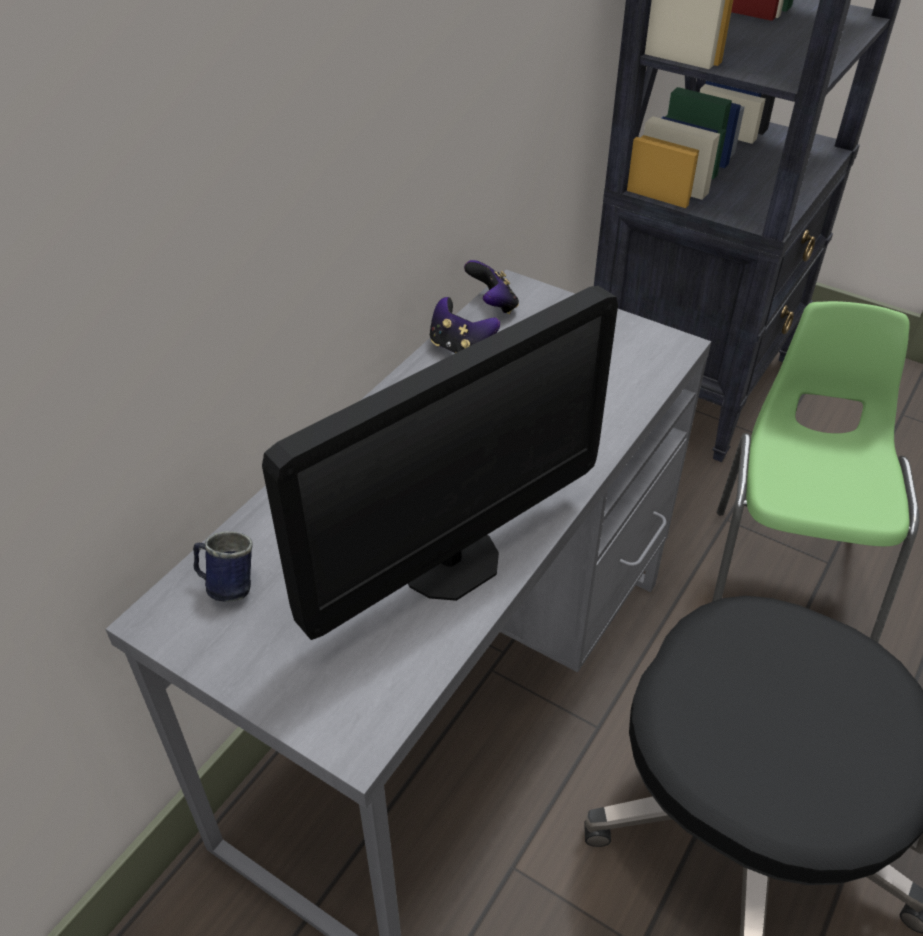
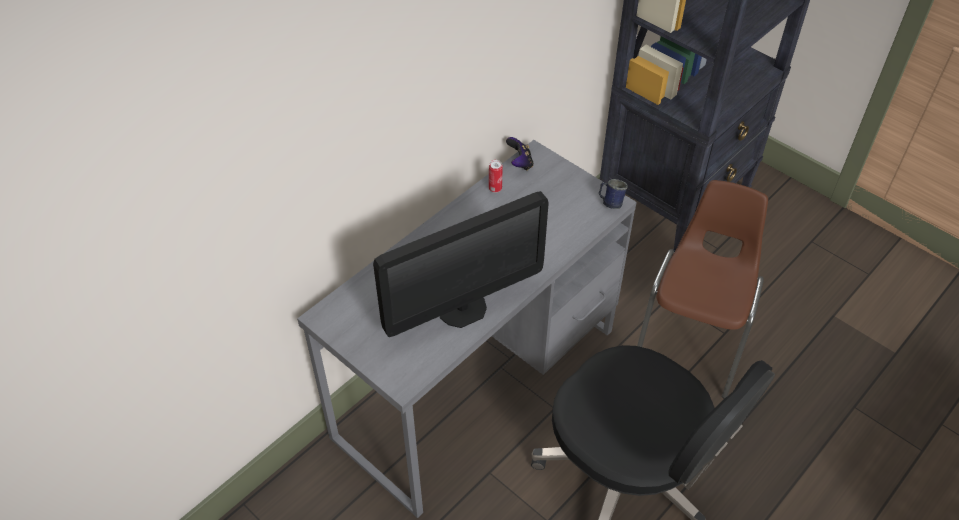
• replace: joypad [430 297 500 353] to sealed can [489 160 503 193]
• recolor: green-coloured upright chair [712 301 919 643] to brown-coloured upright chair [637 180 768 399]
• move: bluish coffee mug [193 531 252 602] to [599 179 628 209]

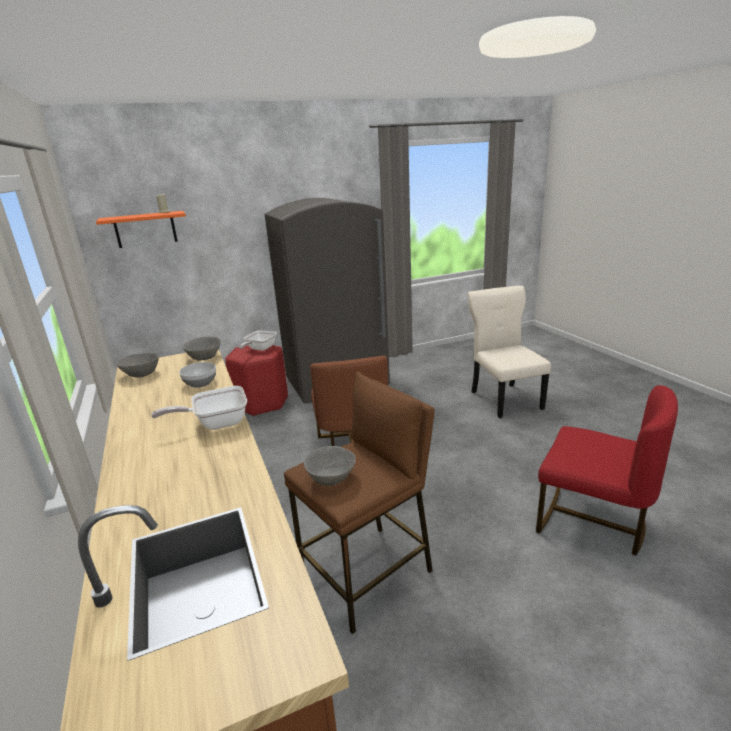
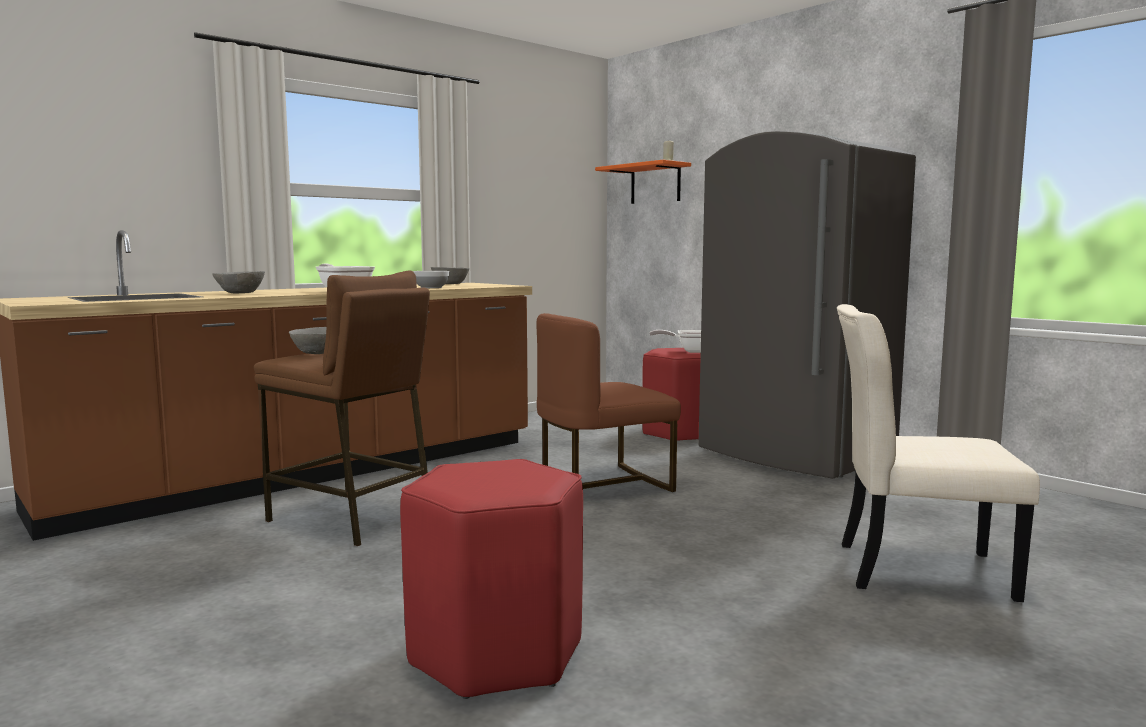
• rotate: beige-coloured upright chair [468 286 551 418] = [837 304 1040 602] 135 degrees counterclockwise
• move: greyish serving bowl [182 337 221 360] to [212 271 265 293]
• replace: red-coloured upright chair [536 385 678 556] to red-coloured stool seat [400 459 583 699]

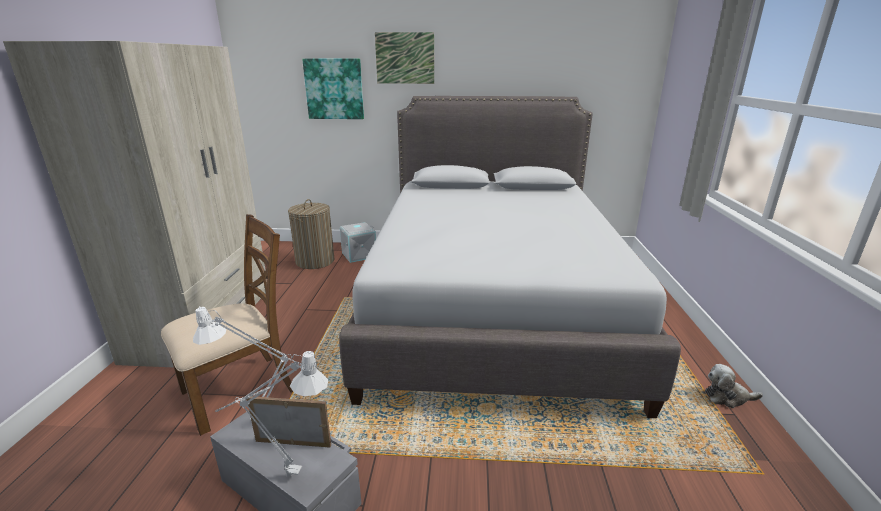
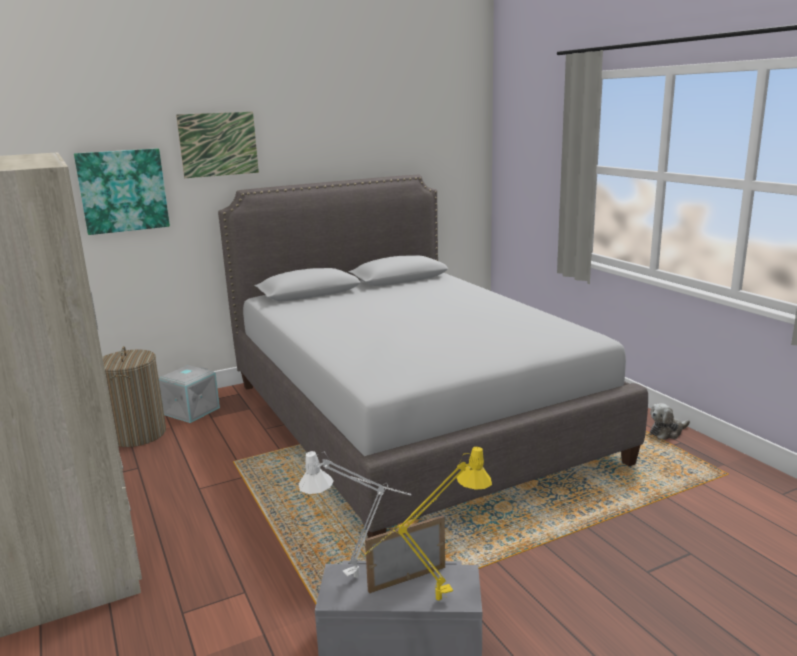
• delete: brown-coloured upright chair [161 214 293 436]
• recolor: greyish table lamp [215 351 328 477] to yellow-coloured table lamp [365 446 492 601]

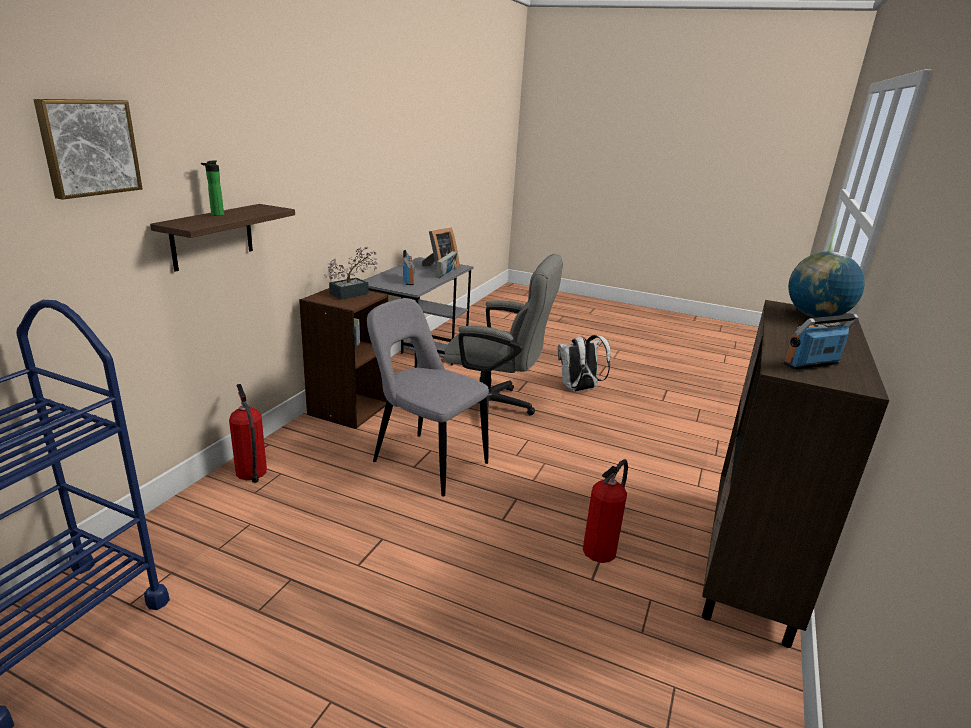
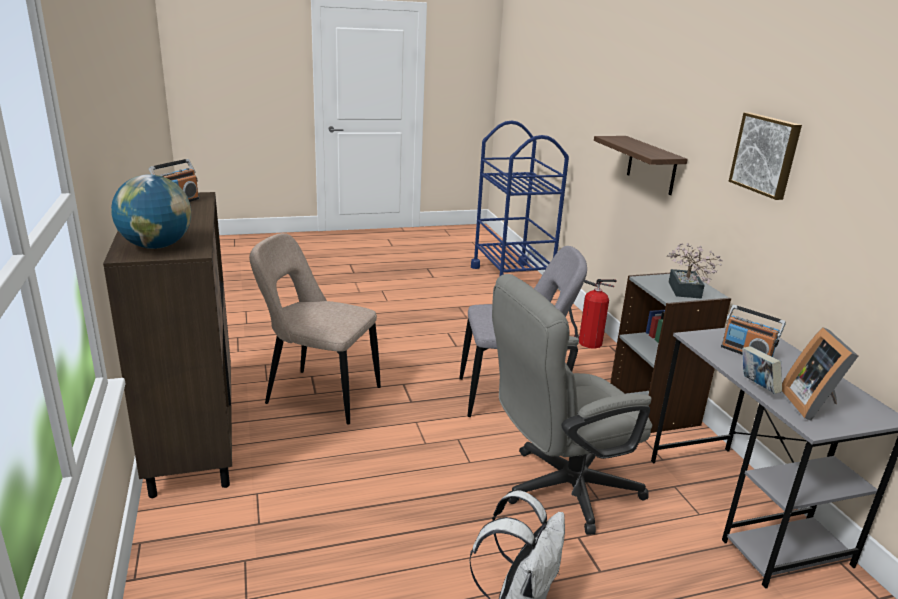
• move: wall art [33 99 143 200] to [729 113 802 200]
• delete: drink bottle [201 161 224 216]
• recolor: brown-coloured bookcase [299 288 388 429] to greyish bookcase [610 273 731 433]
• replace: fire-fighting cylinder [583 459 628 563] to beige-coloured upright chair [249 233 381 425]

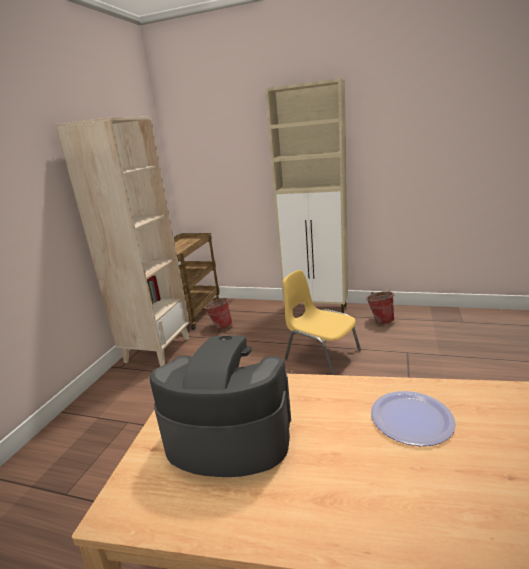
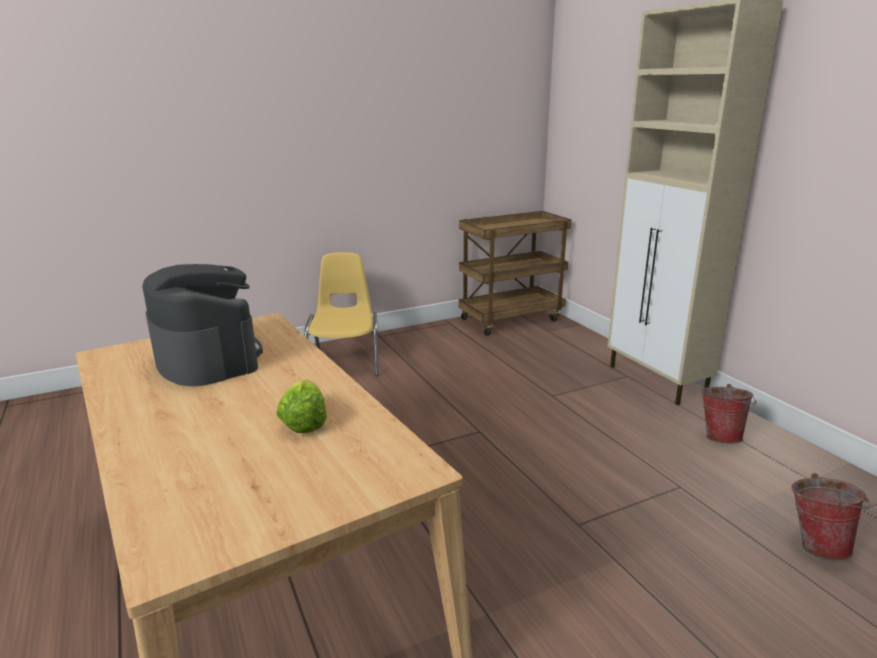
• delete: beige-coloured bookcase [55 117 189 367]
• move: yellow-coloured upright chair [283 270 361 375] to [304 252 379 376]
• move: water bucket [204 298 233 330] to [791 473 870 560]
• replace: flat dish [371 391 456 446] to lettuce head [276 379 327 433]

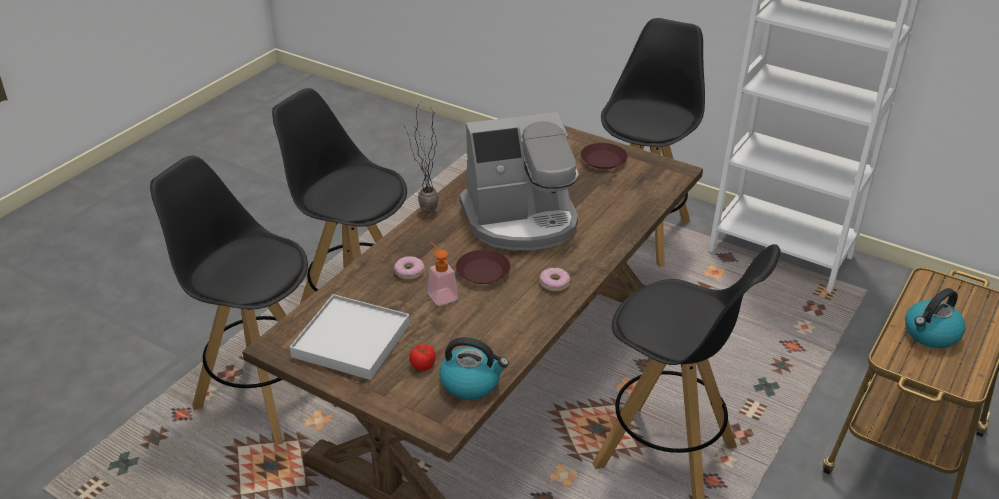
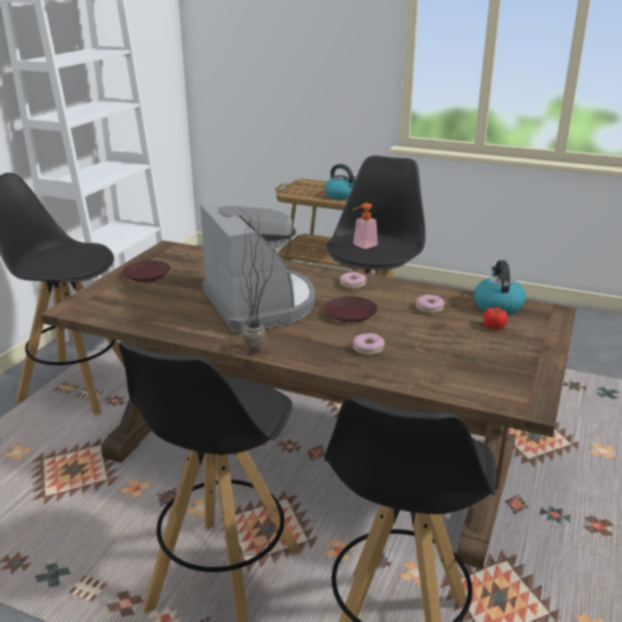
• move: liquid soap bottle [428 242 458 306] to [353 203 378 249]
• delete: white-coloured tray [290 294 410 380]
• insert: ring doughnut [416 294 444 314]

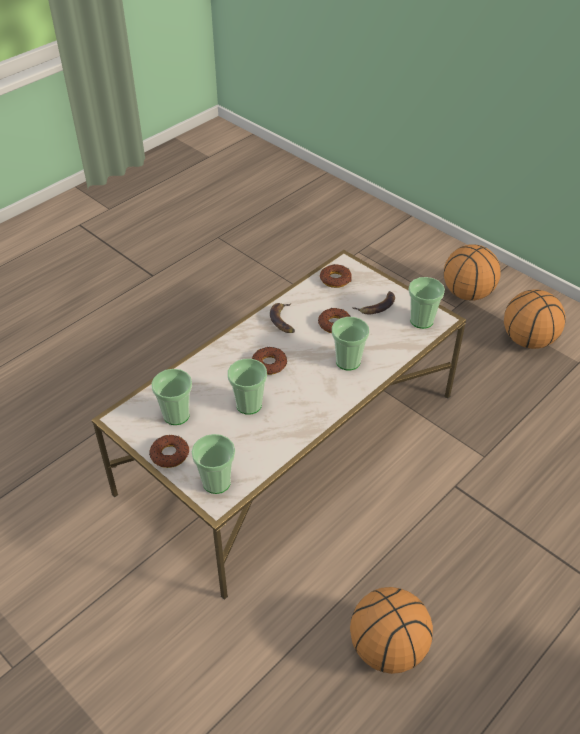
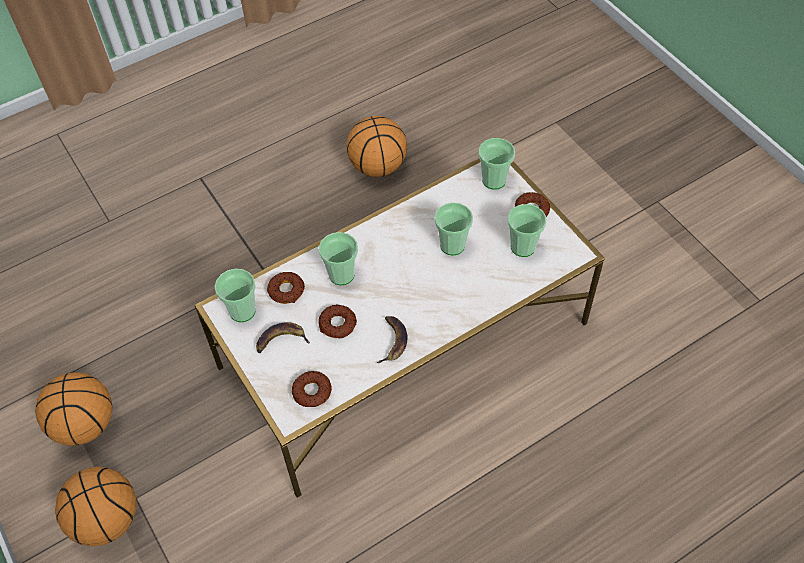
• move: ring doughnut [252 347 287 375] to [267 272 305 304]

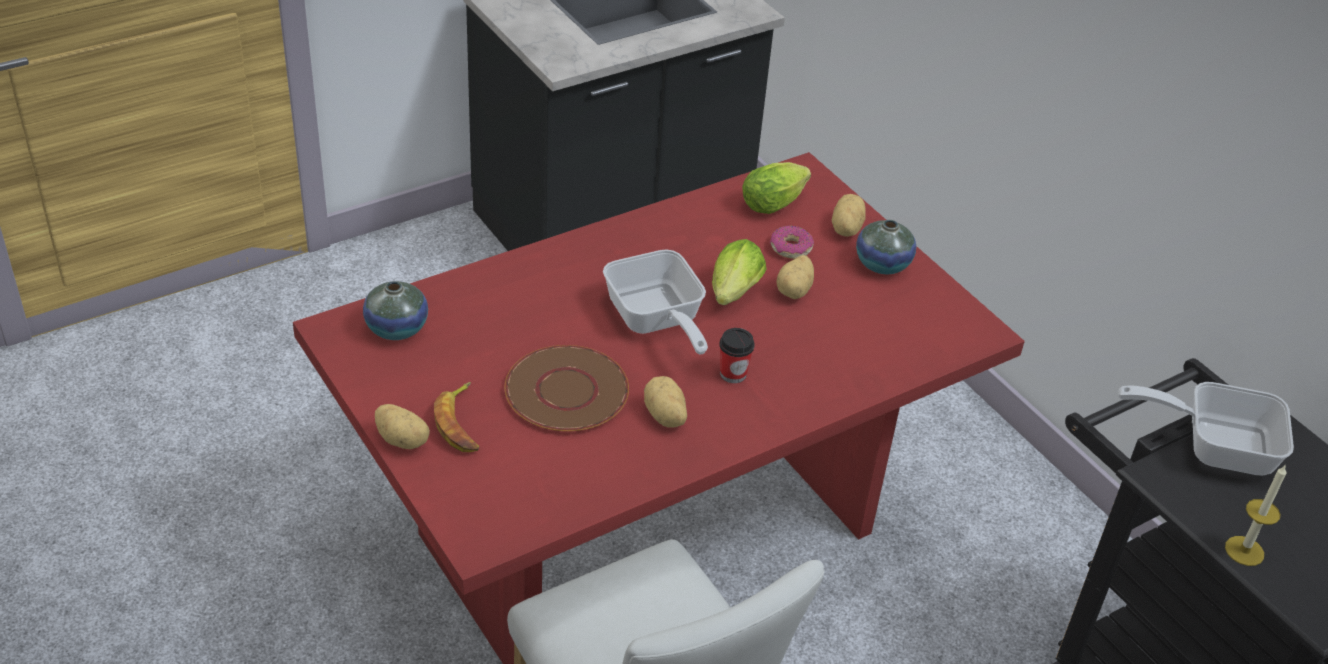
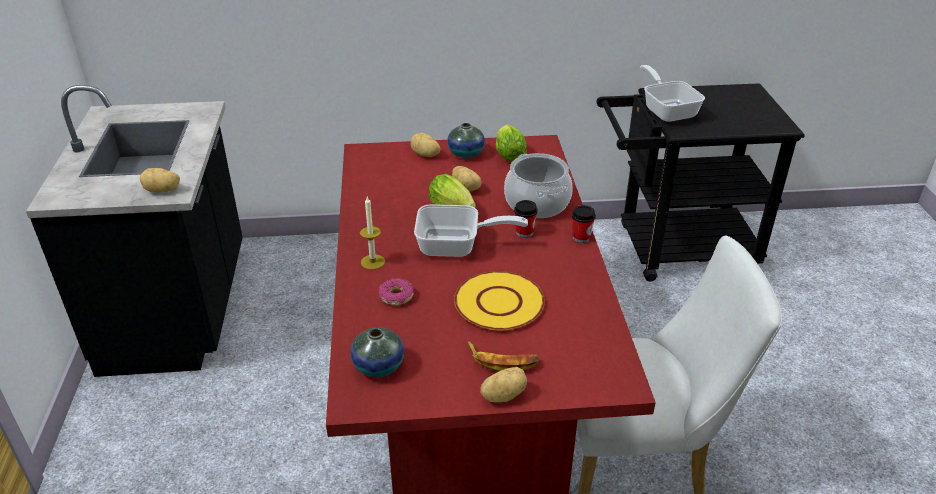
• move: lettuce head [742 162 811 214] to [496 125 527 162]
• move: ring doughnut [770 226 814 259] to [379 278 414 305]
• recolor: brown-coloured flat dish [505 345 629 431] to yellow-coloured flat dish [454 271 545 330]
• move: spud [644 376 687 428] to [140 168 180 193]
• rotate: pan [1119 382 1294 475] = [640 65 705 122] 120 degrees clockwise
• move: wax candle [1225 464 1286 566] to [360 197 385 270]
• insert: stockpot [504 153 573 218]
• insert: drinking cup [572 205 596 243]

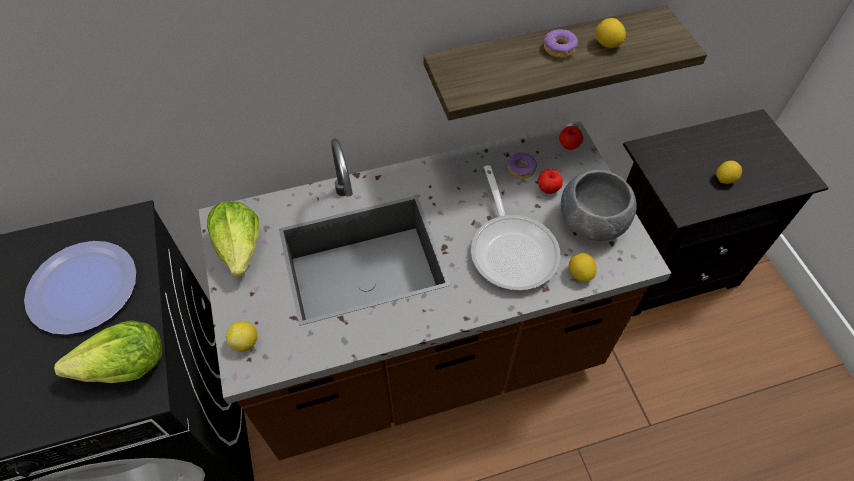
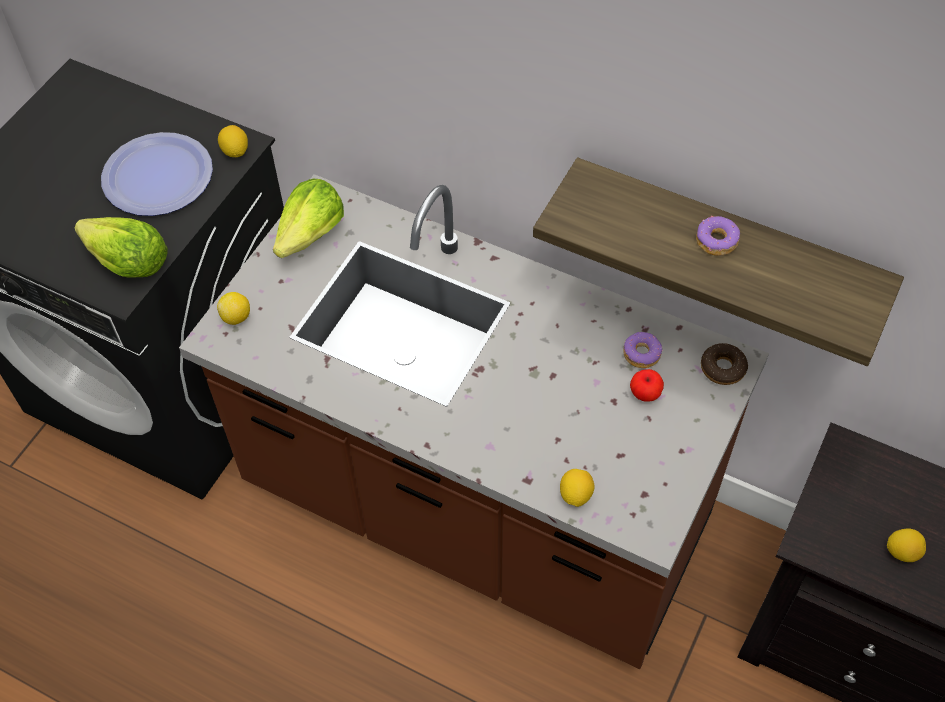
• move: lemon [595 18 626 48] to [218 125 248 157]
• replace: whole apple [559 126 583 150] to ring doughnut [701 343 748 385]
• delete: pan [471 165 560 290]
• delete: greyish serving bowl [561 170 637 241]

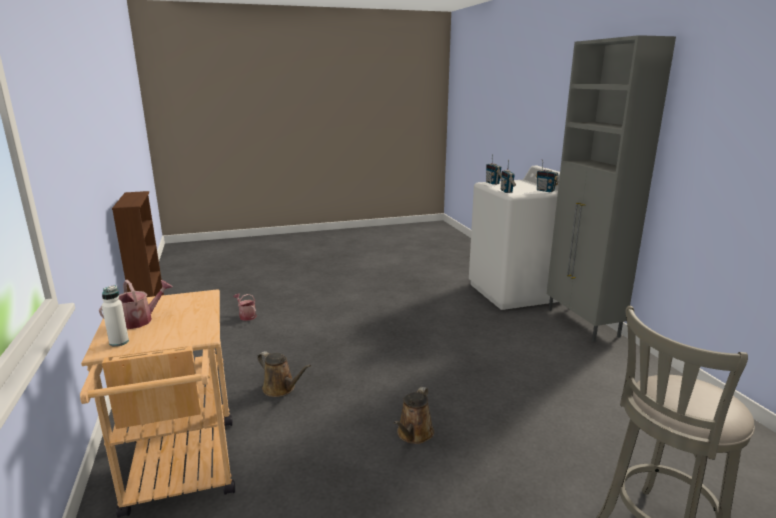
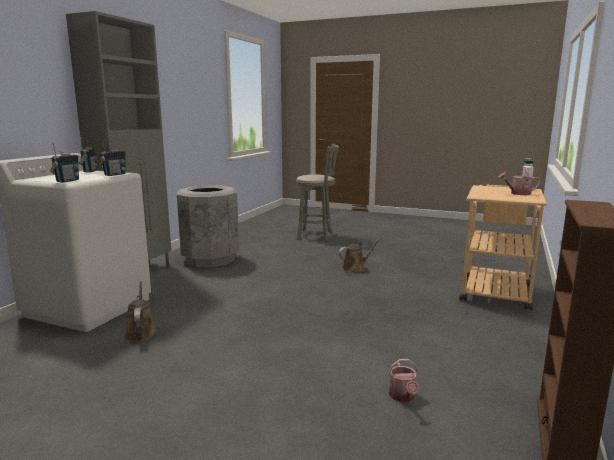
• move: brown-coloured sprinkling can [257 351 311 397] to [124 281 158 342]
• insert: greyish rubbish bin [177 185 239 267]

